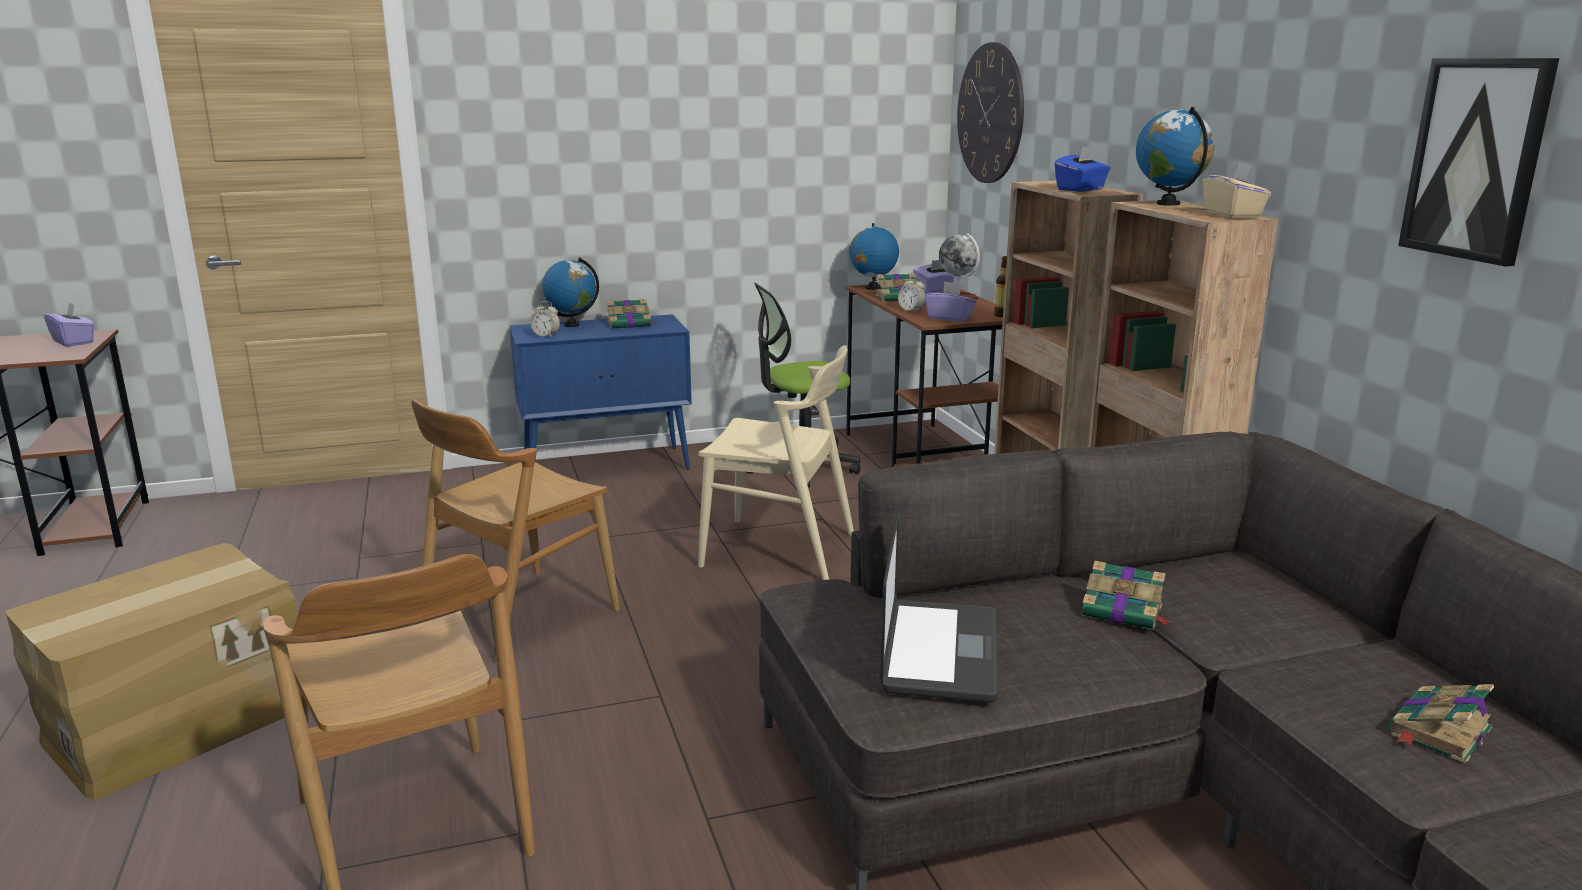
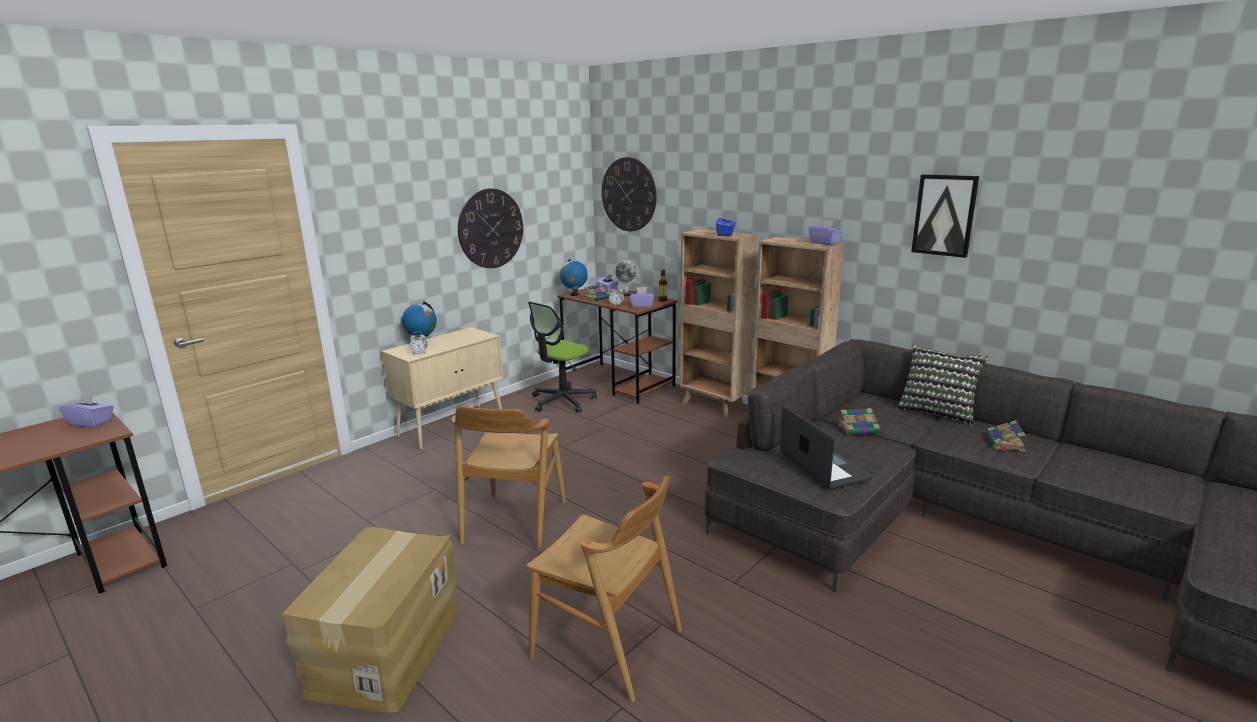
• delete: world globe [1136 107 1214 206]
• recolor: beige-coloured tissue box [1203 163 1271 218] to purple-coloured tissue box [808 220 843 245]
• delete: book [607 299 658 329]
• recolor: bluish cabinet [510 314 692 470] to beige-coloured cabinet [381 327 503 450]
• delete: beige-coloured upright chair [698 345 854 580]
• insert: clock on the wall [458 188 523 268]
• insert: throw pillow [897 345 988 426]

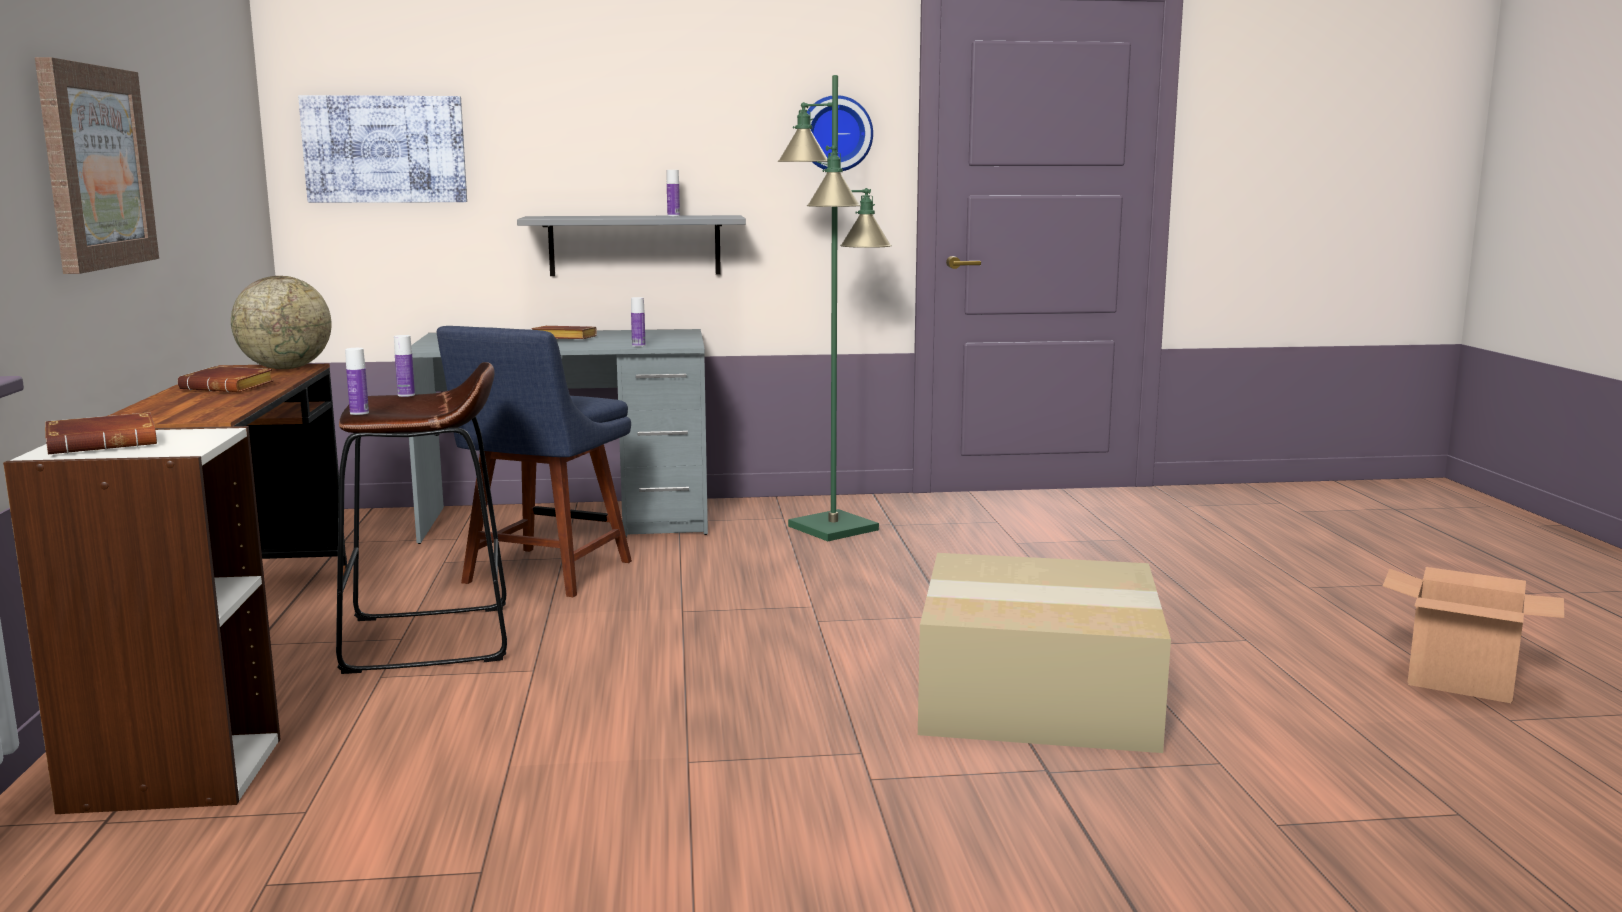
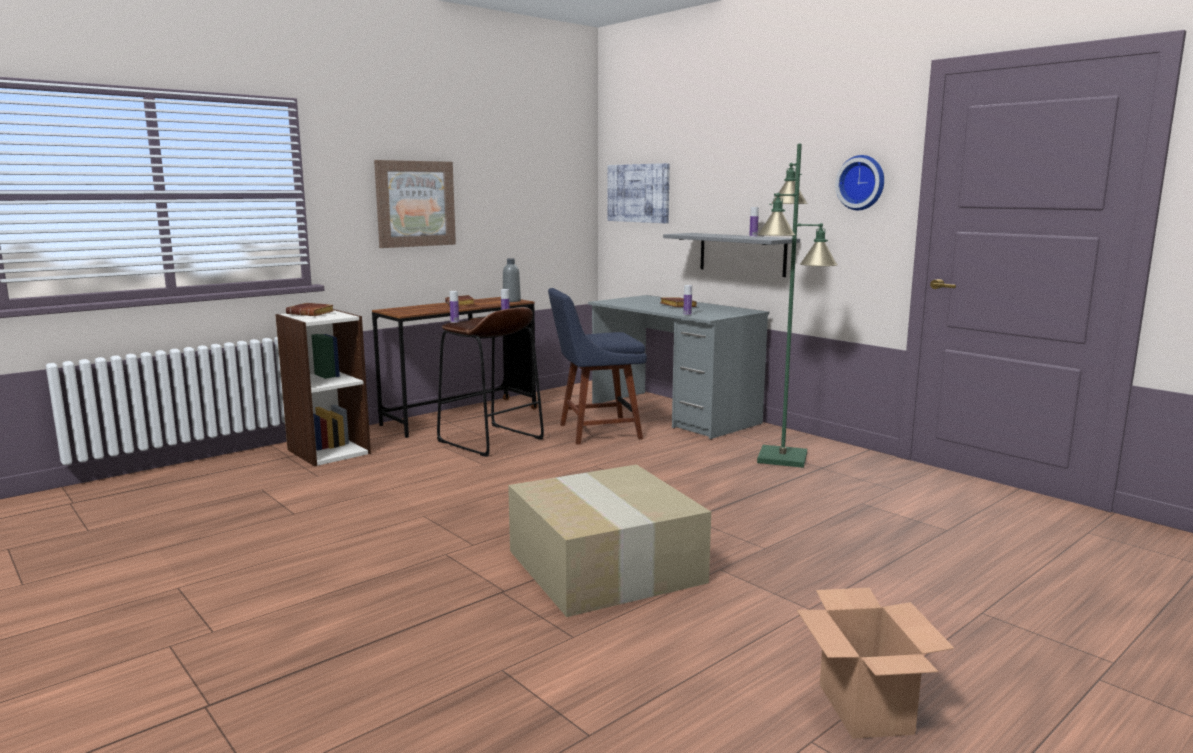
• replace: world globe [231 276 332 369] to greyish drink bottle [503 258 521 302]

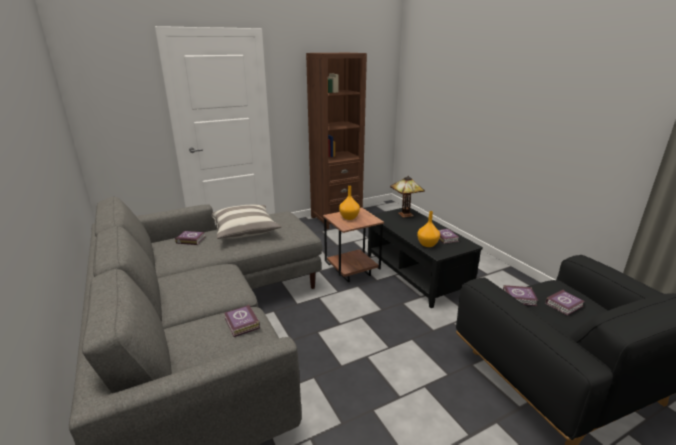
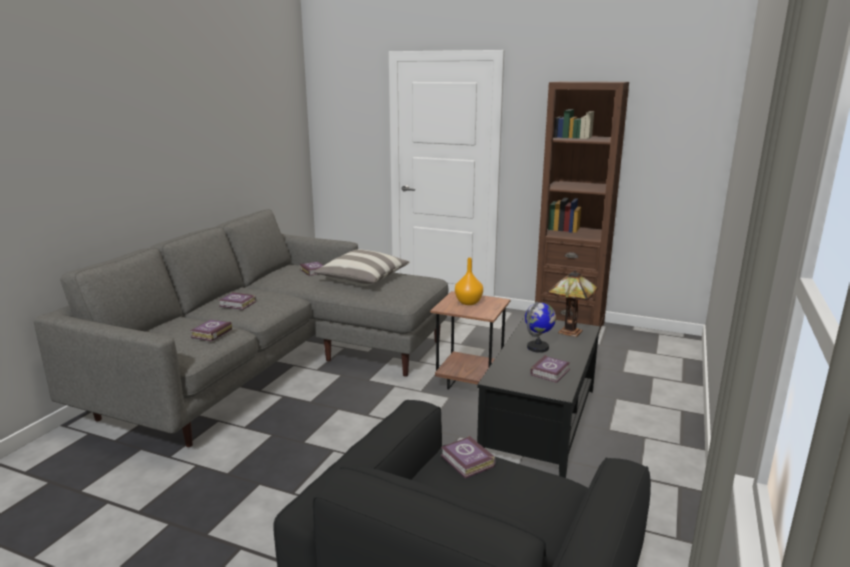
• delete: orange-coloured flower vase [417 211 440 247]
• move: book [545 290 585 316] to [219 292 256 310]
• insert: world globe [525 301 556 353]

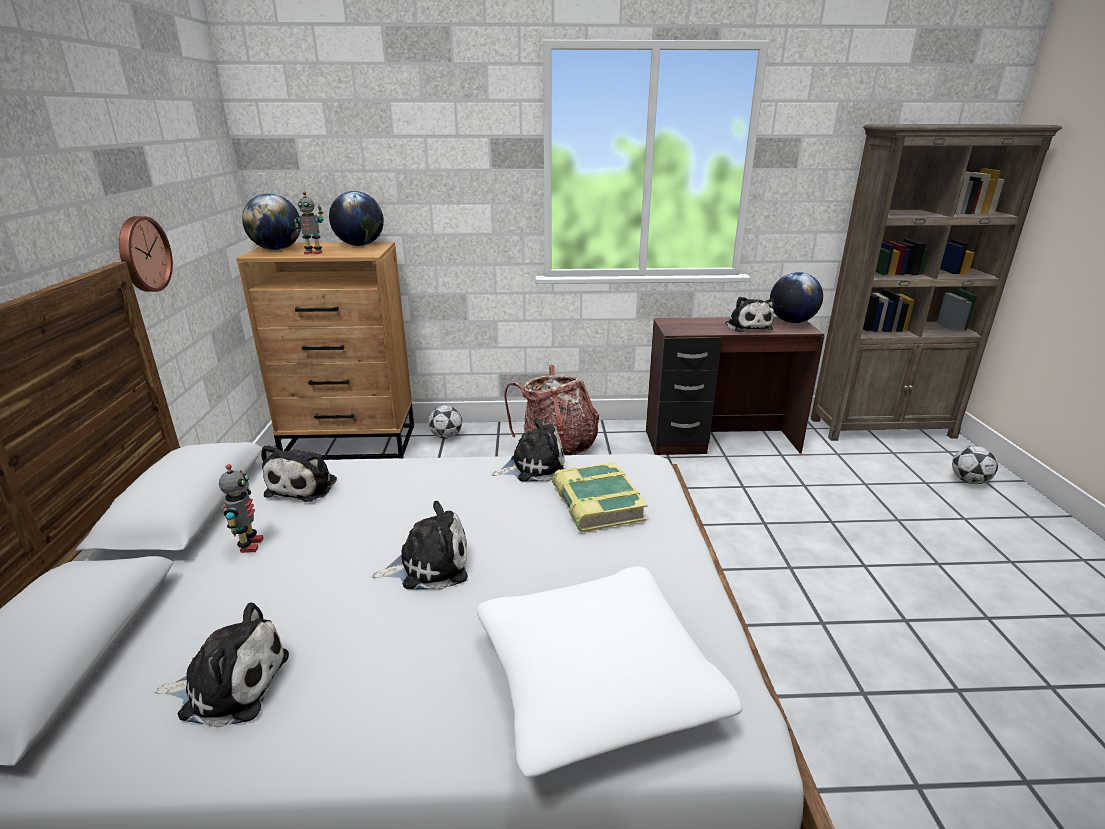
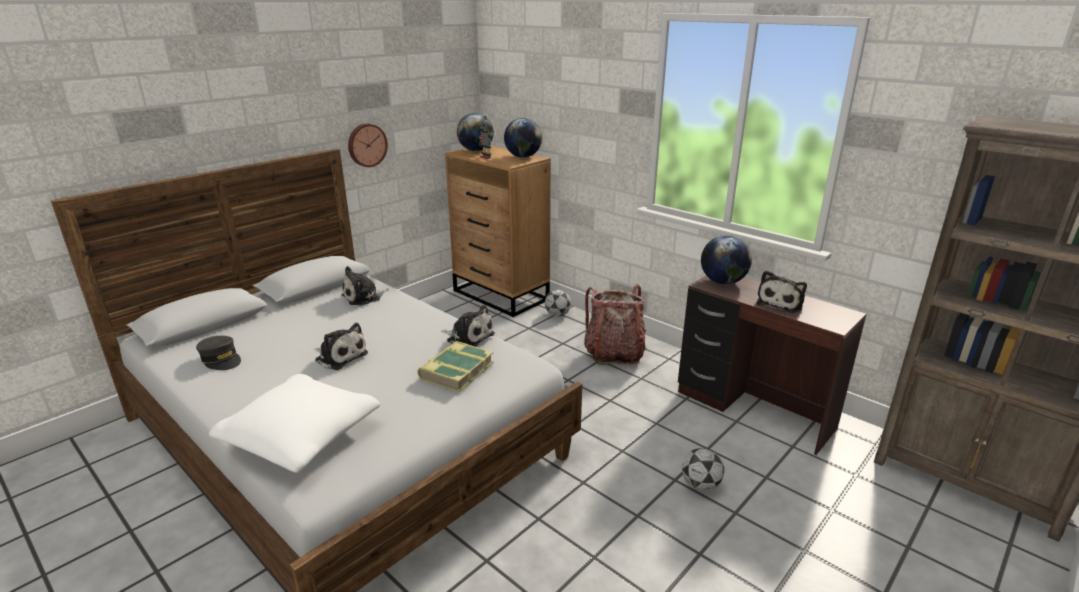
• move: world globe [770 272 823 323] to [701 235 752 284]
• move: ball for football [952 446 998 484] to [682 448 724 491]
• delete: robot figure [219 464 263 553]
• replace: cuddly toy [154 603 289 727] to greyish cap [196 336 241 370]

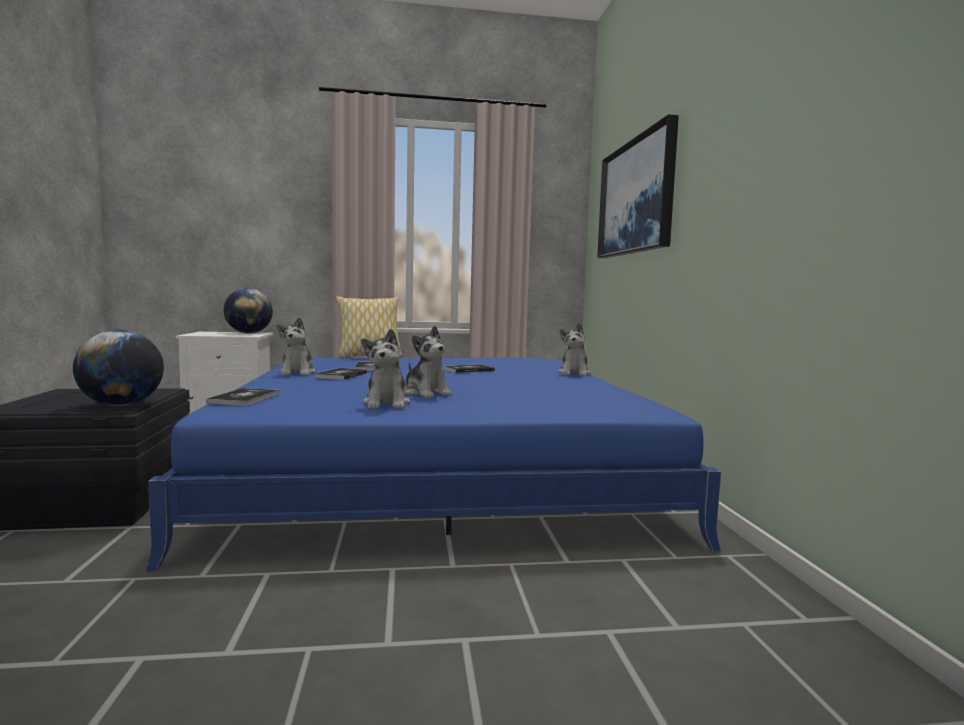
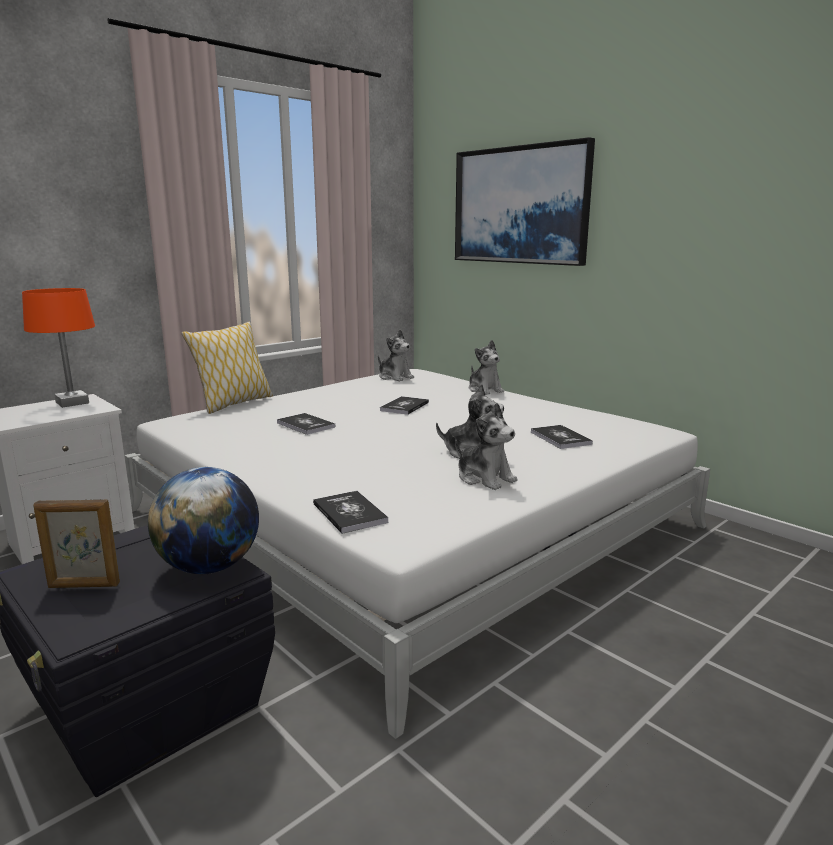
• replace: world globe [224 288 273 333] to orange-coloured table lamp [22 288 95 408]
• move: cuddly toy [277 317 316 376] to [378 330 414 382]
• recolor: bluish bed [145 358 721 573] to white-coloured bed [125 369 710 739]
• move: book [314 368 367 380] to [531 425 593 449]
• insert: picture frame [33 499 120 588]

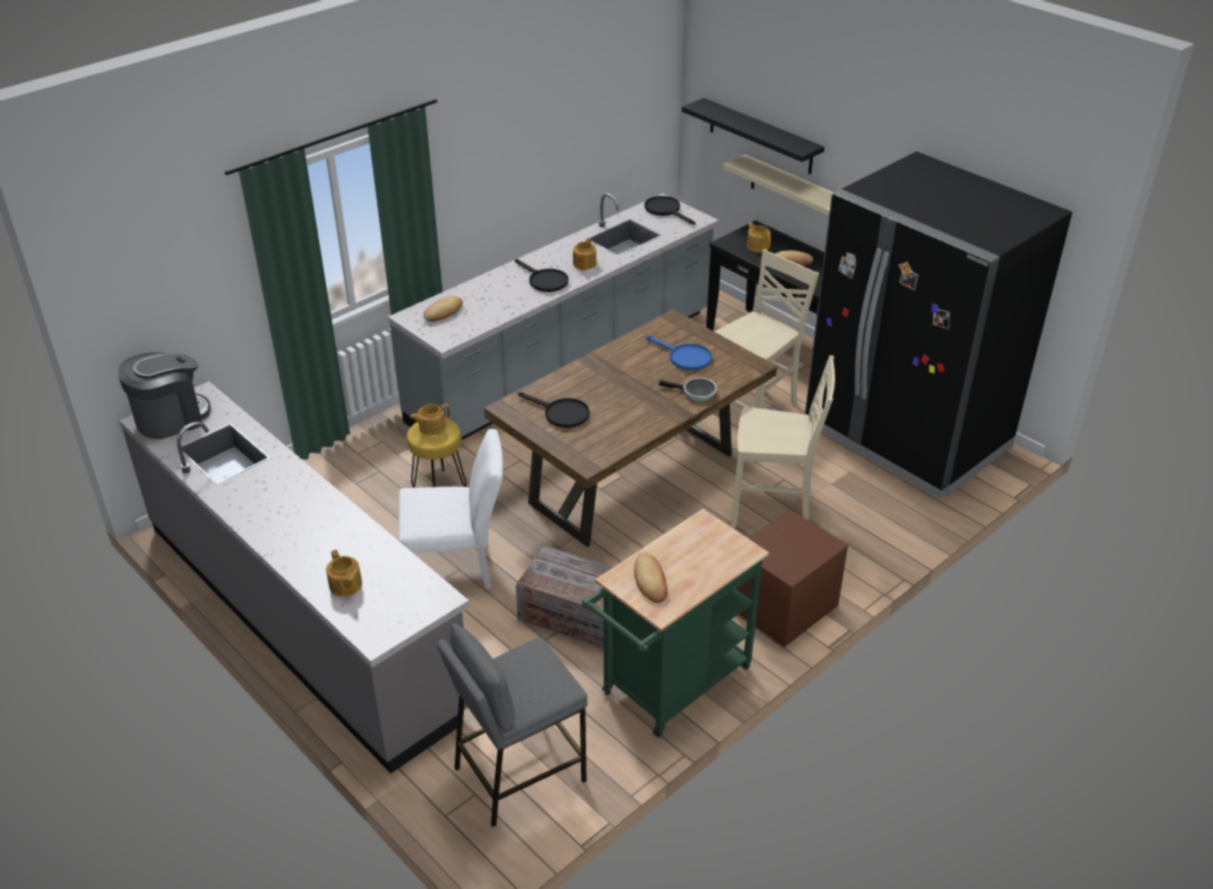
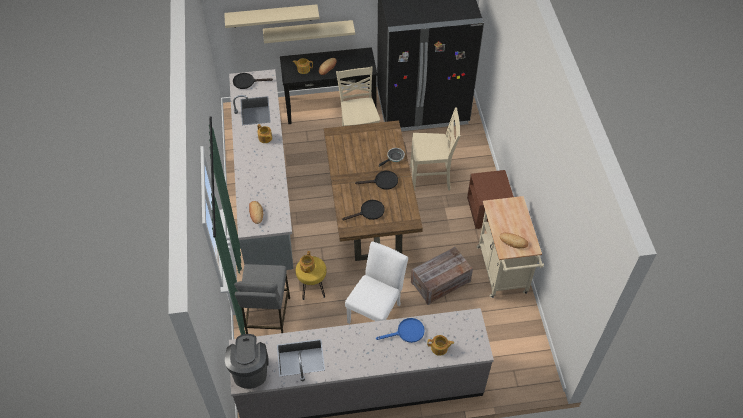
• recolor: black shelf [682 98 824 174] to beige-coloured shelf [224 4 319 28]
• move: black pan [515 259 568 292] to [355 171 398 190]
• move: bluish pan [646 335 712 370] to [376 318 425 343]
• rotate: beige-coloured upright chair [731 355 835 528] = [410 108 460 191] 45 degrees clockwise
• recolor: green-coloured wheeled cart [582 509 769 737] to beige-coloured wheeled cart [476 196 544 298]
• move: greyish stool seat [437 623 588 827] to [234 264 290 334]

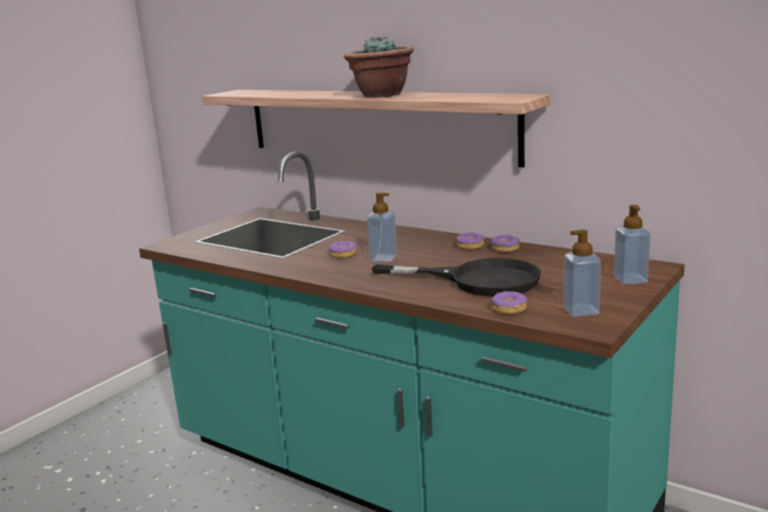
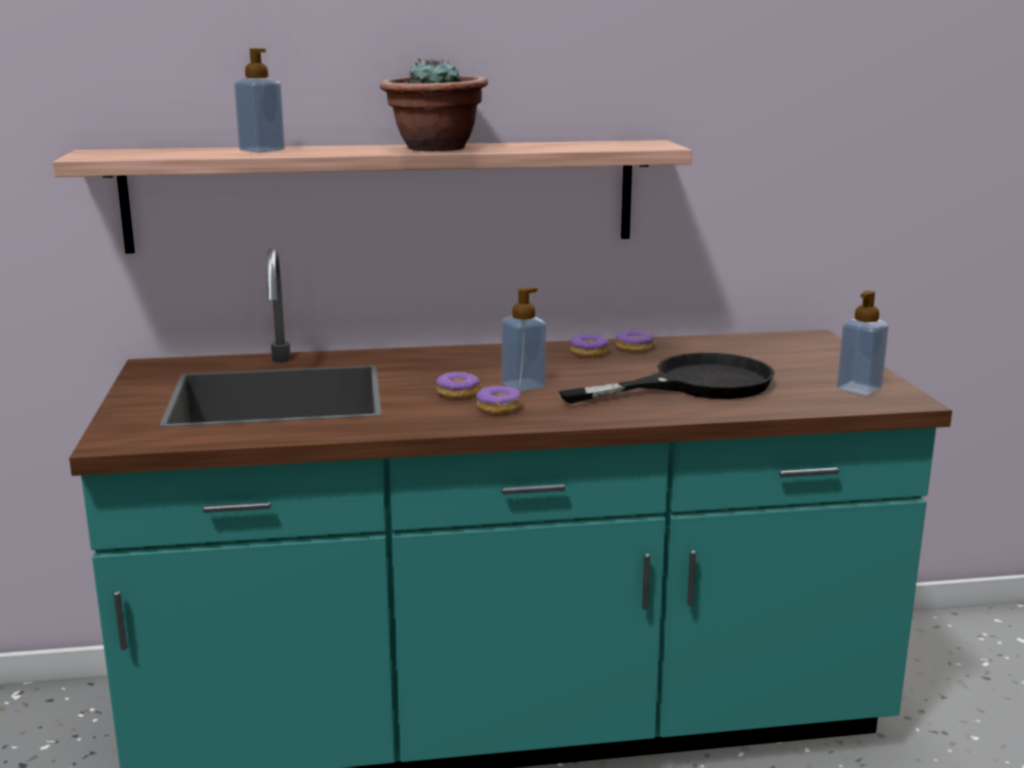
• move: liquid soap bottle [614 205 651 285] to [234 48 285 153]
• move: ring doughnut [492 291 527 315] to [476 386 521 414]

